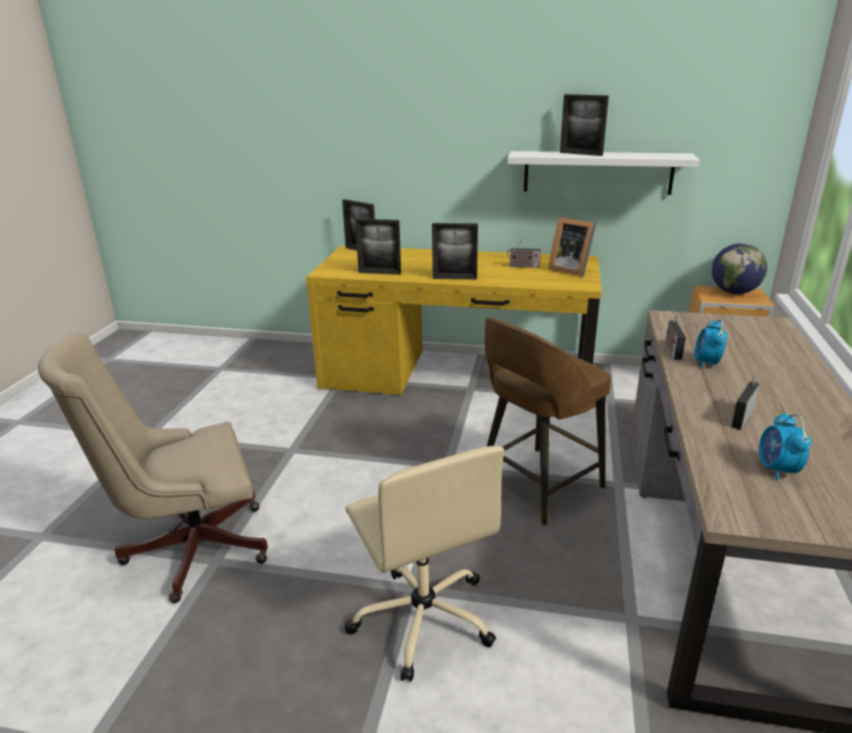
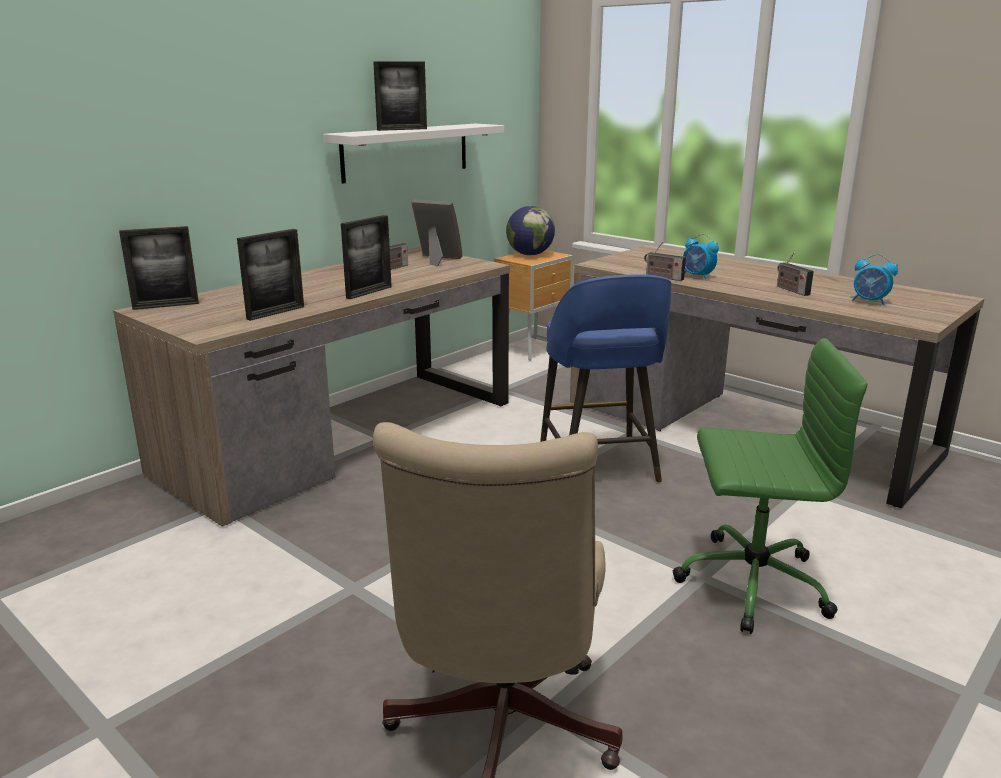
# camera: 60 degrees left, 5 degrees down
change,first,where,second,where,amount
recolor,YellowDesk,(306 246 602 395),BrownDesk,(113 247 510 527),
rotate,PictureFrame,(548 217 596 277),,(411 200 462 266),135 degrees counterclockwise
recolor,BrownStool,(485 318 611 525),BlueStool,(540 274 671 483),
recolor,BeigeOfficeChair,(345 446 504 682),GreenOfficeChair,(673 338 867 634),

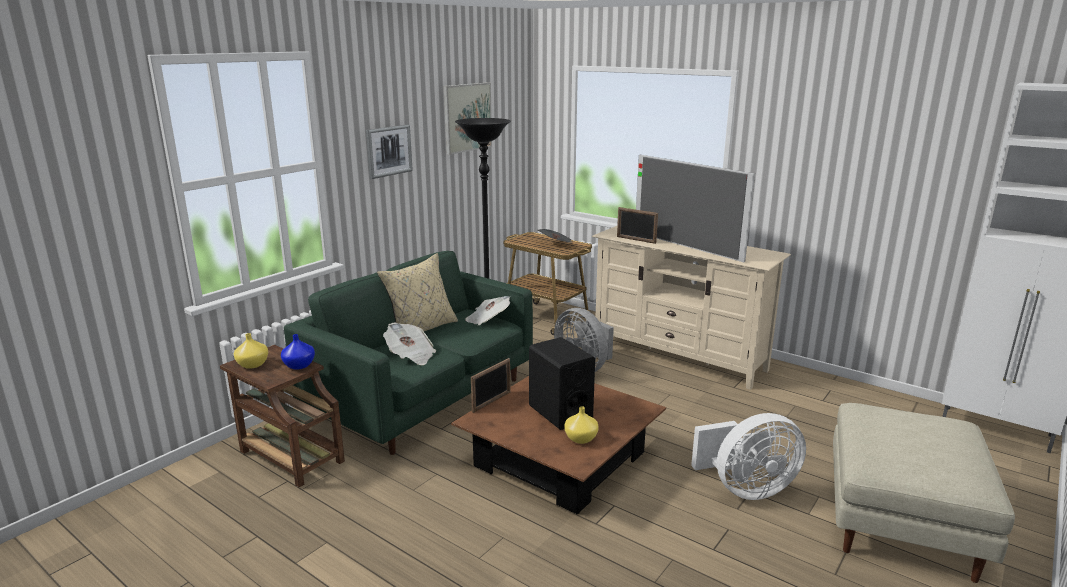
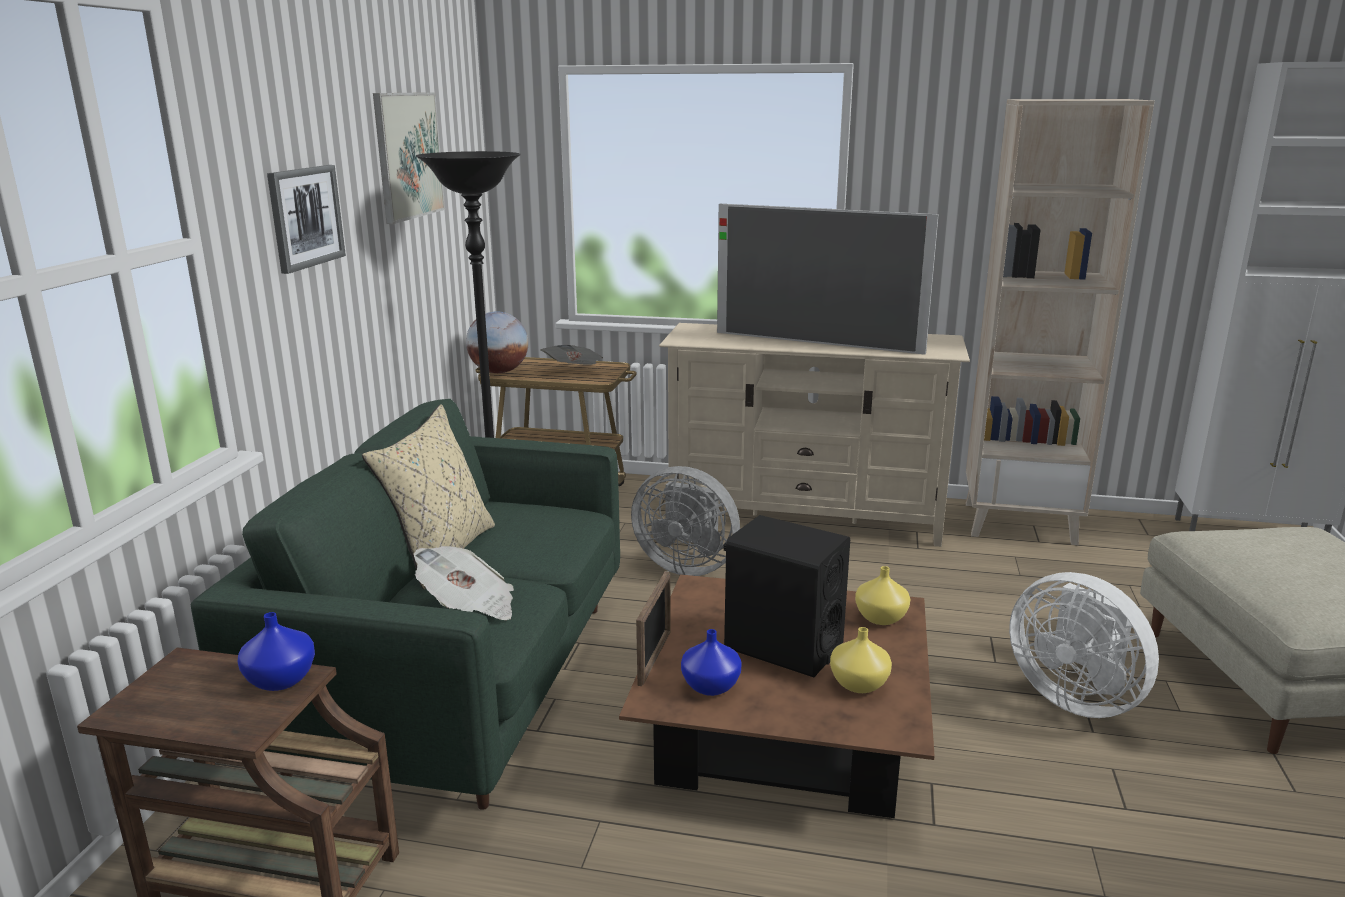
# camera: 25 degrees left, 0 degrees up
change,first,where,second,where,amount
insert,,,Globe,(466 311 528 373),
insert,,,BlueVase,(681 629 742 696),
move,YellowVase,(234 333 268 369),,(855 566 910 625),
insert,,,BeigeBookcase,(965 99 1155 545),
rotate,WhiteFan,(691 413 806 500),,(1009 572 1159 718),90 degrees clockwise
delete,Newspaper,(465 296 510 325),,,
delete,PictureFrame,(617 207 658 244),,,

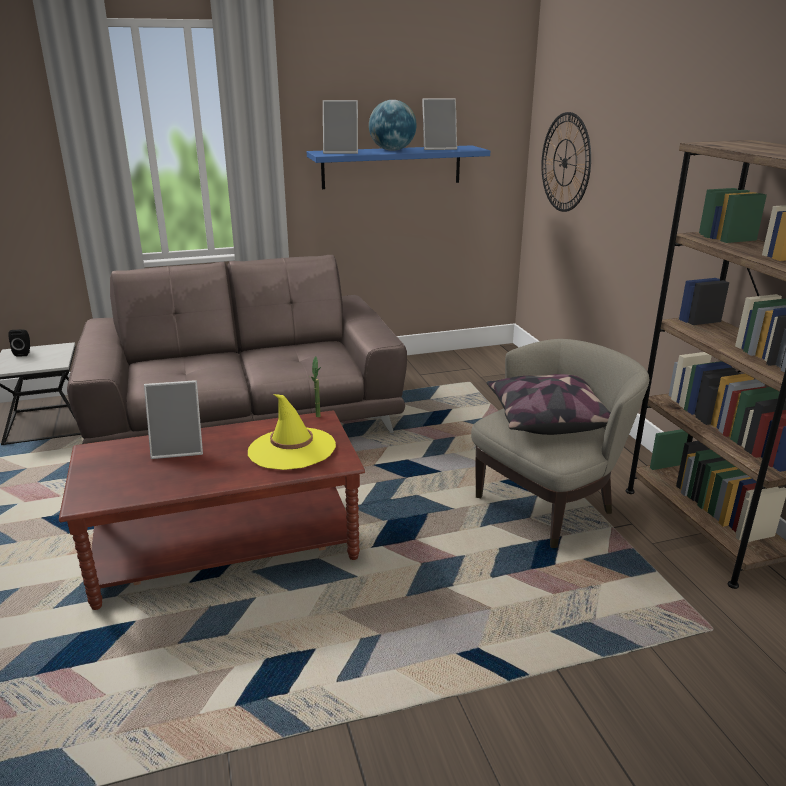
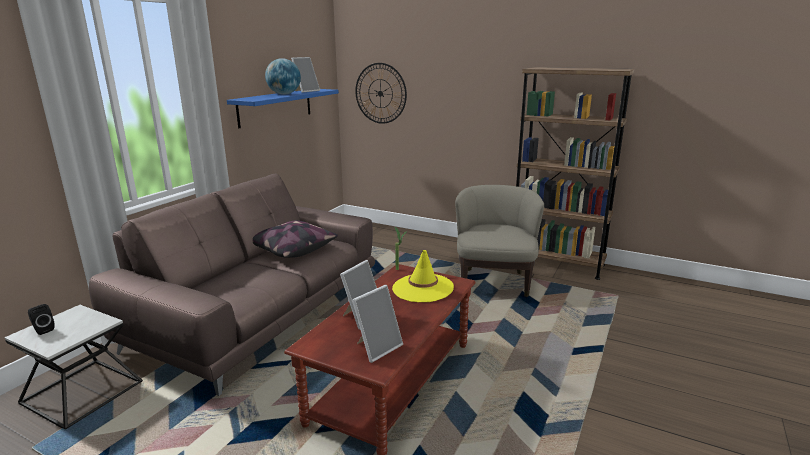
# camera: 45 degrees left, 5 degrees down
change,first,where,second,where,amount
move,Pillow,(486 374 611 435),,(252 220 338 258),
move,PictureFrame,(323 100 358 154),,(352 285 403 363),

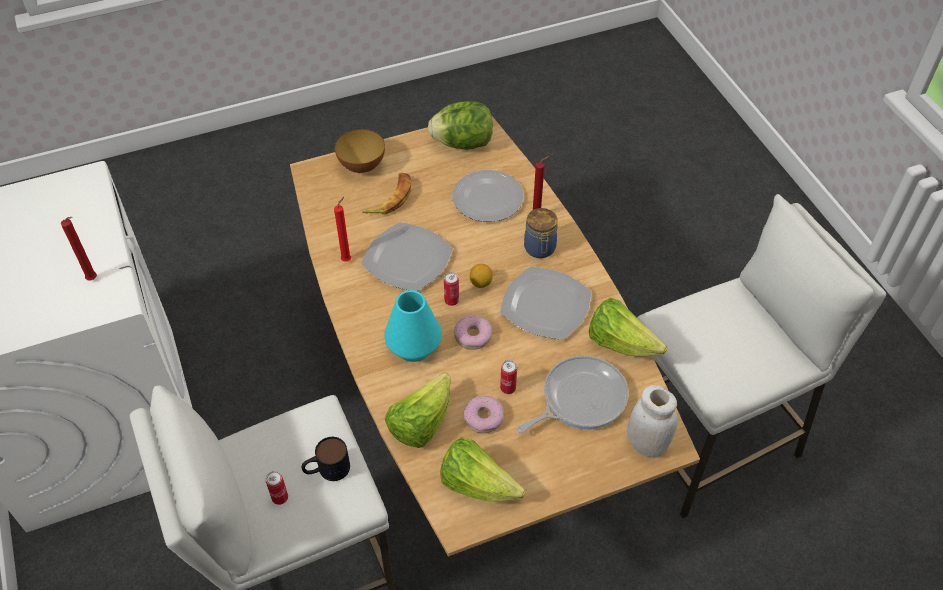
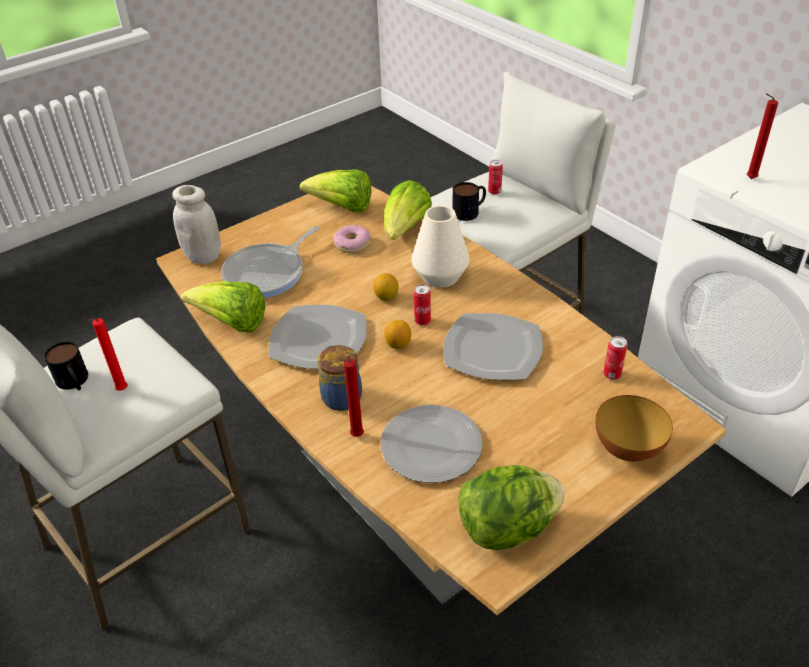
# camera: 165 degrees right, 10 degrees down
change,first,where,second,where,amount
insert,,,Mug,(44 342 88 390),
move,RedCandle,(334 197 351 262),,(88 318 128 391),
replace,Donut,(454 315 492 350),Lemon,(373 273 399 301),
recolor,TurquoiseVase,(384 290 442 362),WhiteVase,(412 205 470 288),
move,Can,(500 360 517 394),,(603 336 627 380),
delete,Banana,(362 173 411 214),,,

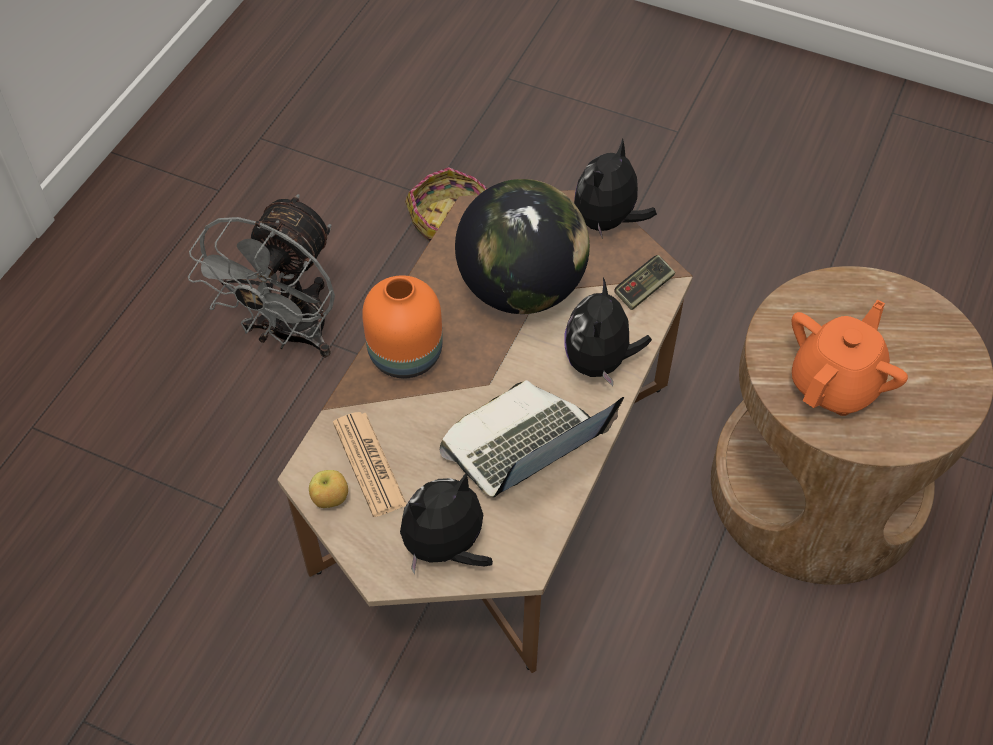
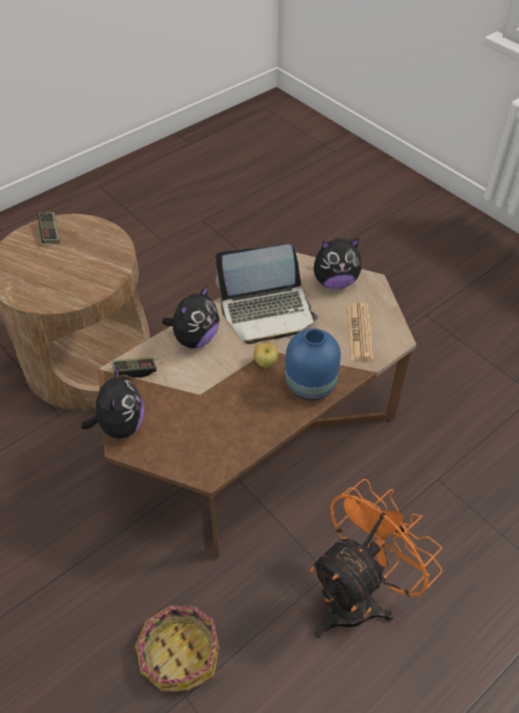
# camera: 155 degrees left, 5 degrees down
change,first,where,second,where,amount
insert,,,GameController,(37 213 60 243),
rotate,PlushToy,(574 138 657 239),,(81 366 144 439),60 degrees counterclockwise
move,Apple,(309 470 348 508),,(254 343 278 368),
recolor,OrangeVase,(362 275 443 378),BlueVase,(285 329 341 401),
recolor,GreyFan,(188 194 335 358),OrangeFan,(310 479 442 638),
delete,Globe,(455 179 590 314),,,
delete,OrangeTeapot,(792 300 908 416),,,

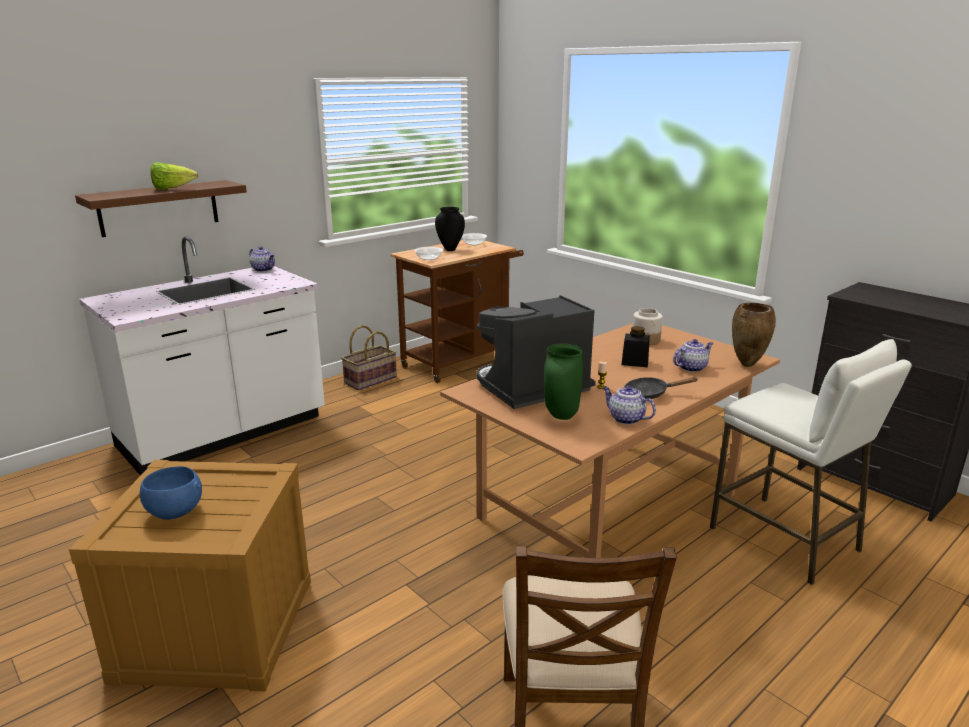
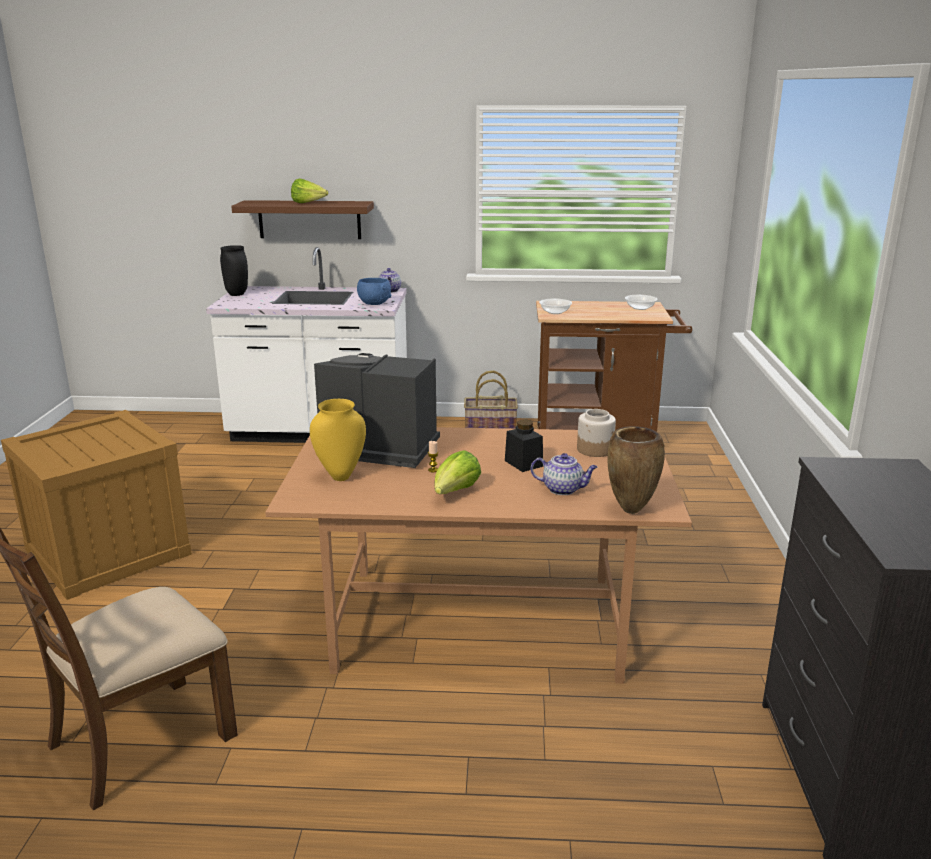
# camera: 45 degrees right, 0 degrees up
change,first,where,second,where,amount
move,BlackVase,(435 207 465 251),,(220 245 248 296),
recolor,GreenVase,(544 344 583 420),YellowVase,(310 399 366 481),
move,BlueBowl,(140 466 202 520),,(357 278 392 305),
replace,BlackFryingPan,(624 377 697 399),Lettuce,(434 450 481 494),
delete,Teapot,(602 386 656 425),,,
delete,WhiteStool,(710 339 912 585),,,

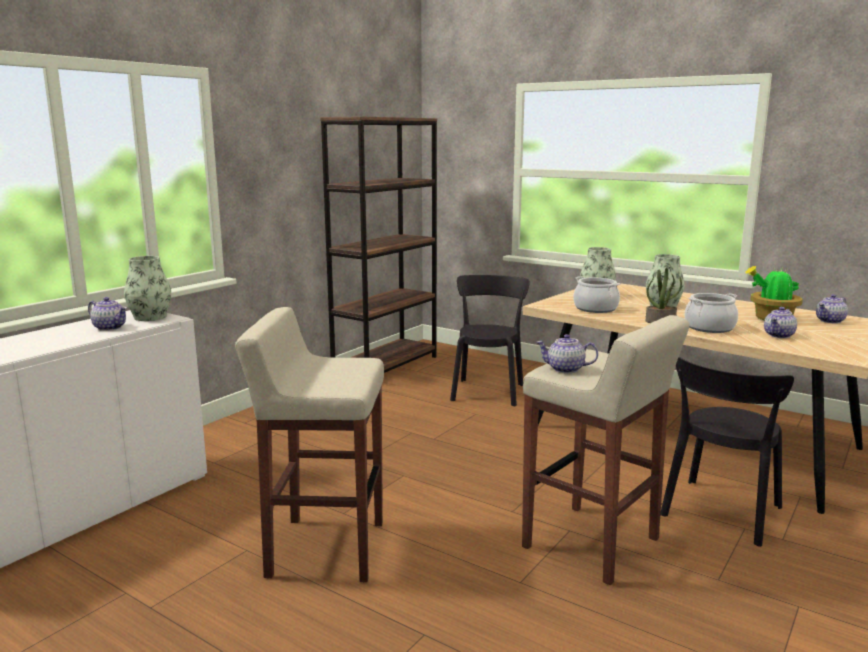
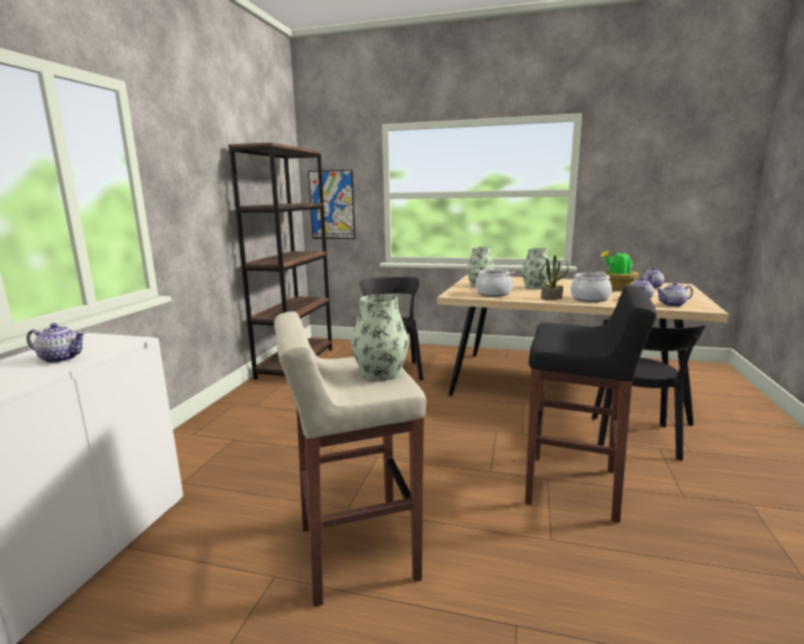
# camera: 20 degrees left, 0 degrees up
change,first,where,second,where,amount
insert,,,Picture,(308 170 355 239),
move,Vase,(124 256 171 321),,(351 294 409 381),
recolor,BeigeStool,(522 315 690 585),BlackStool,(525 285 657 523),
move,Teapot,(536 334 598 373),,(656 282 693 307),

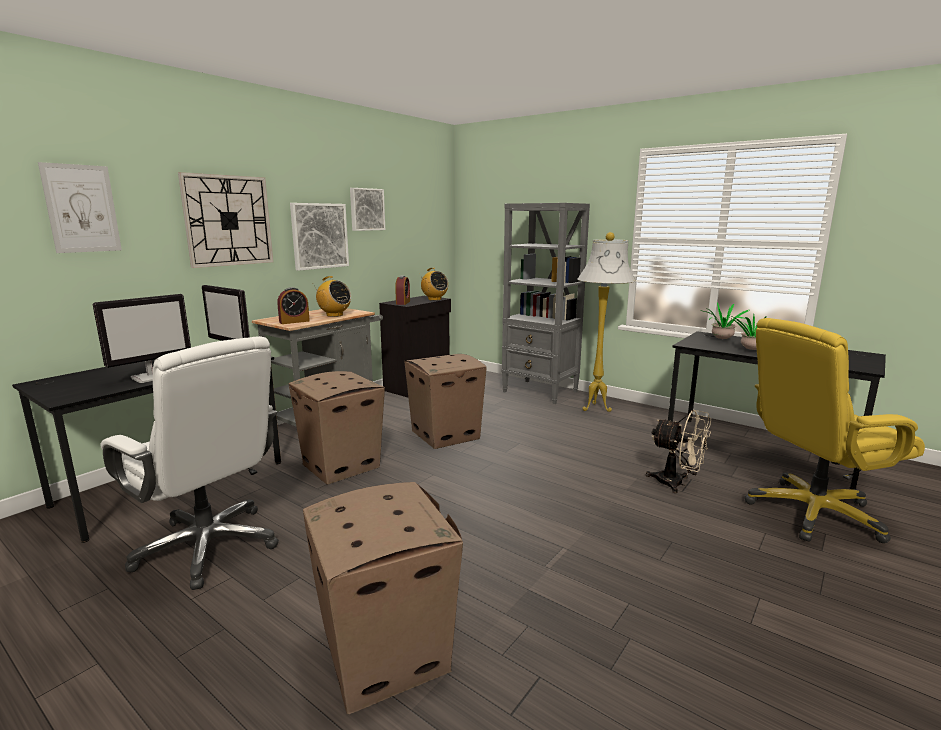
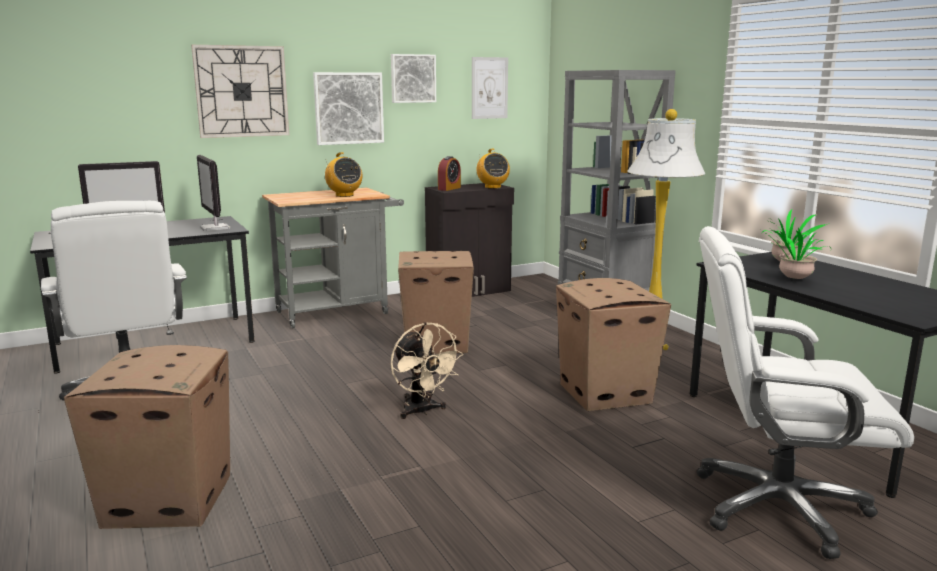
# camera: 25 degrees right, 0 degrees up
change,first,where,second,where,amount
move,BeigeFan,(646 410 711 493),,(390 322 463 419),
move,Picture,(38 162 122 253),,(472 57 508 119),
move,CardboardBox,(289 371 385 485),,(556 278 671 411),
recolor,YellowOfficeChair,(744 318 925 543),WhiteOfficeChair,(697 226 914 559),
delete,AlarmClock,(277 287 310 324),,,

